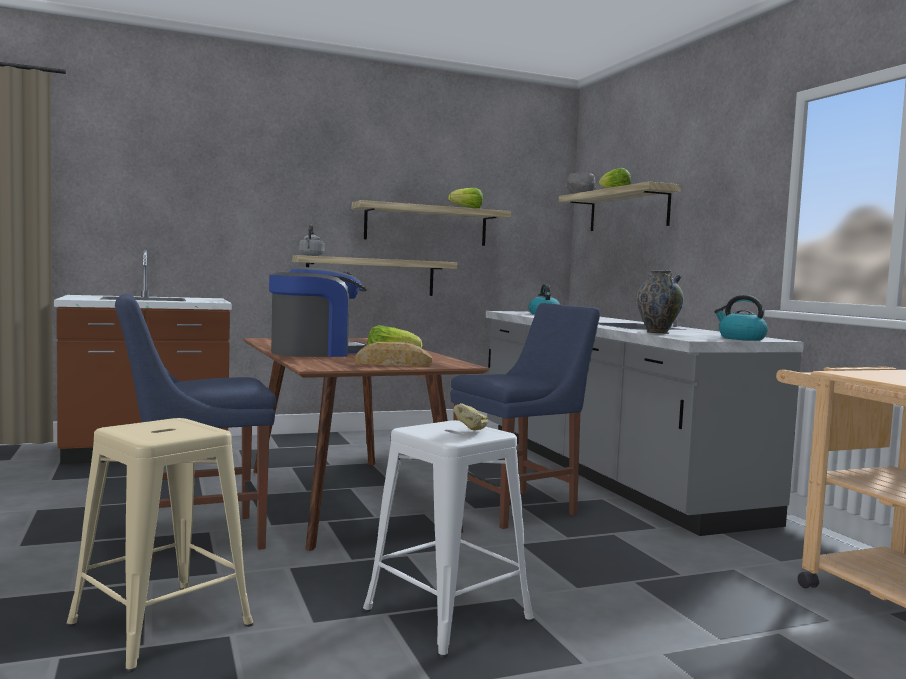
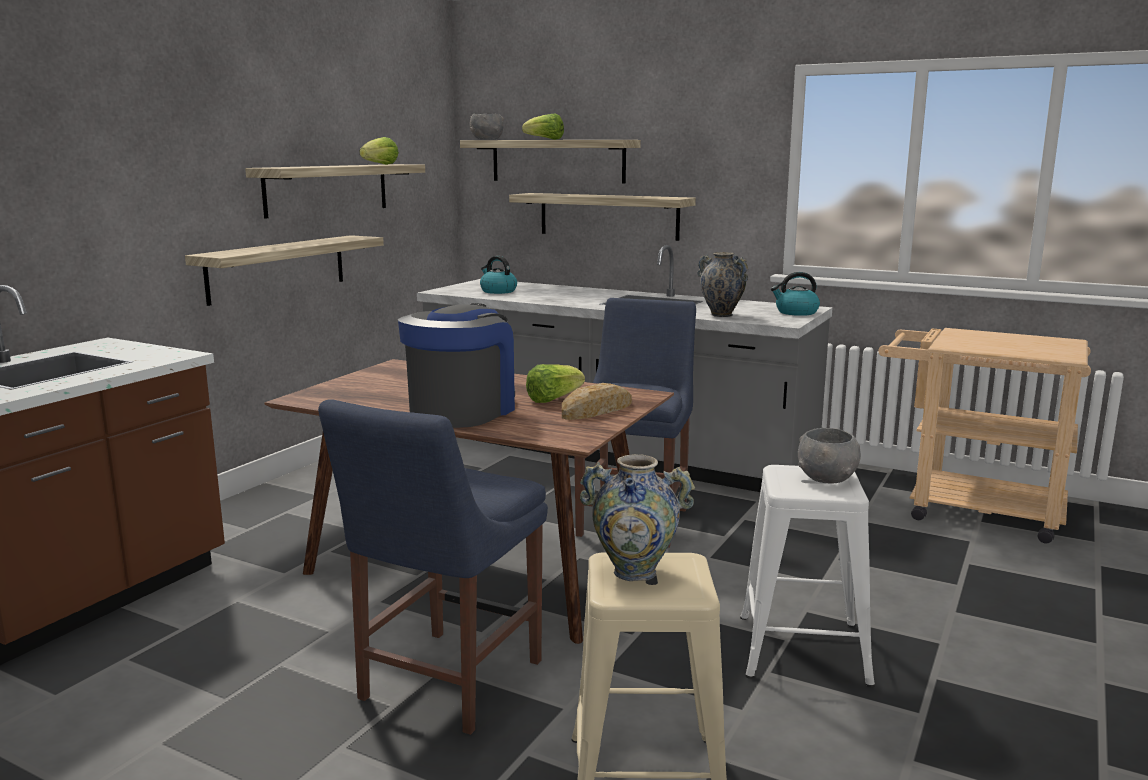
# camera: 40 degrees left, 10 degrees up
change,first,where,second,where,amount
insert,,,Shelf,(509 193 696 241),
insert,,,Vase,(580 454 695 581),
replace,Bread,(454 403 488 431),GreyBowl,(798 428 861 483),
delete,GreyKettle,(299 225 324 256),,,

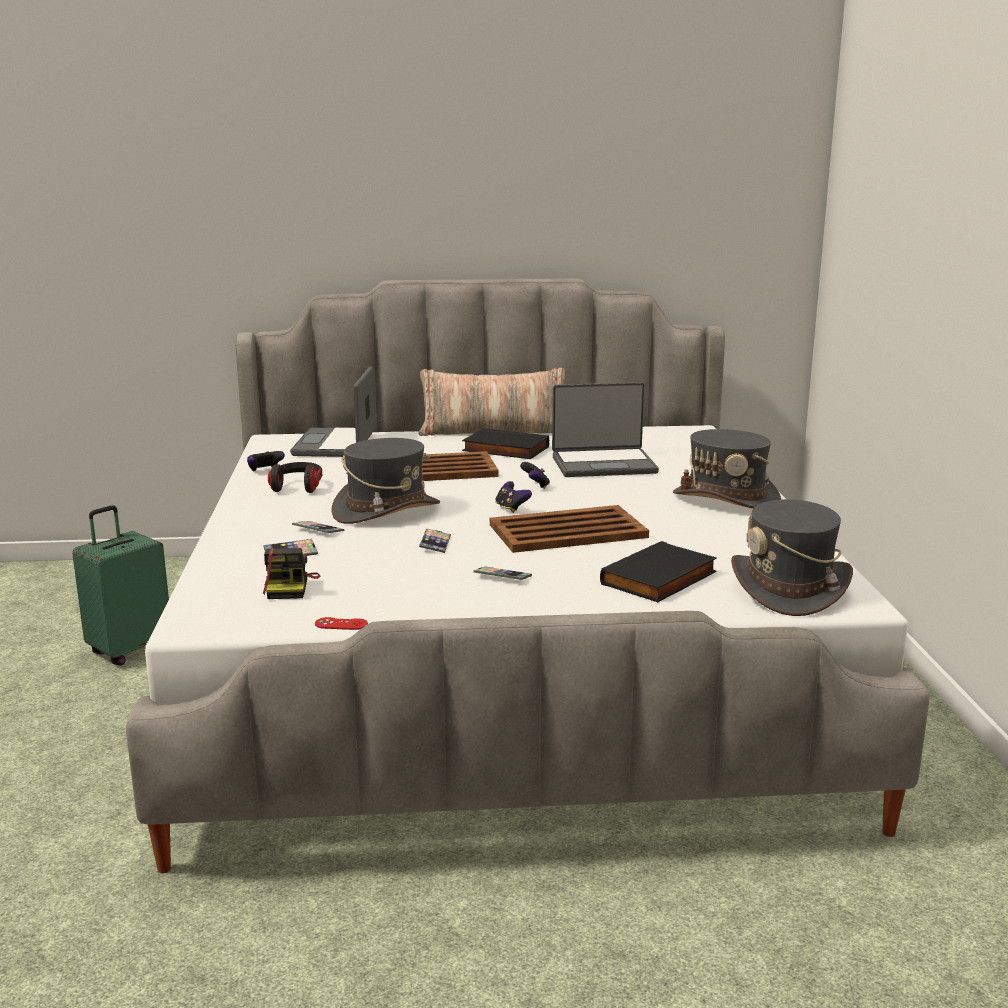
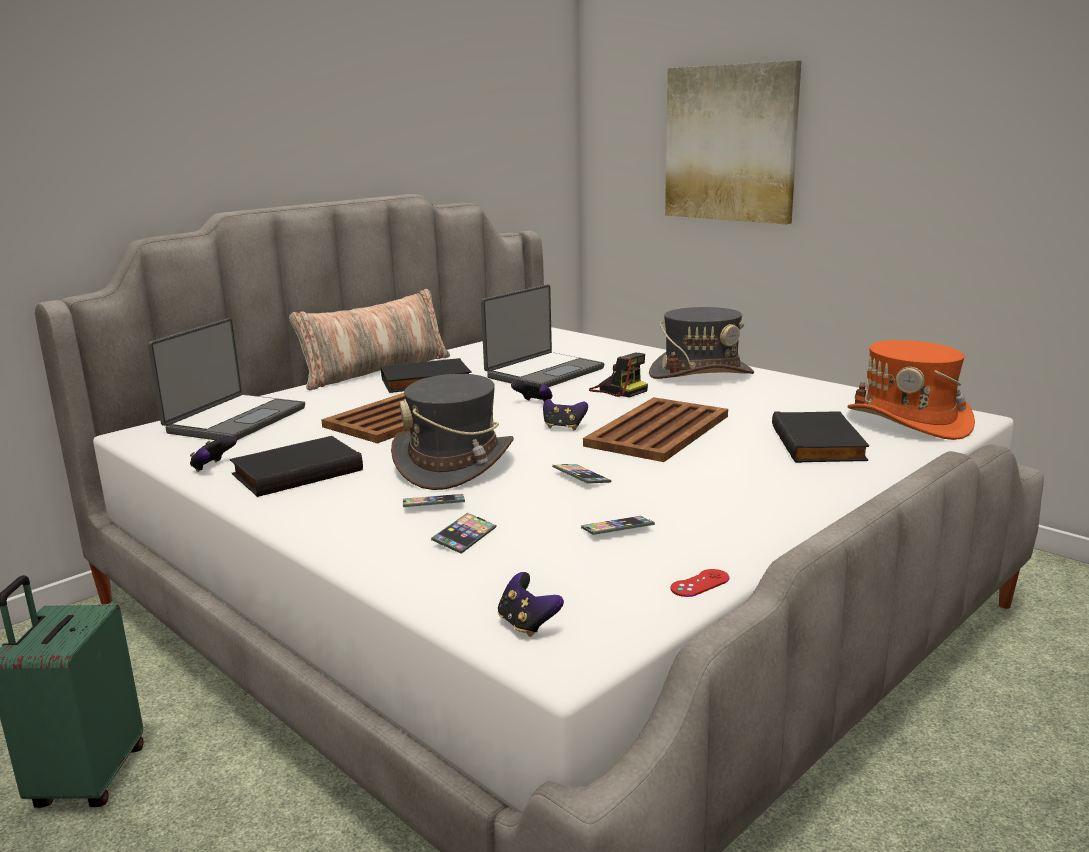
# camera: 40 degrees left, 0 degrees up
change,first,where,second,where,amount
rotate,Laptop,(290 366 376 457),,(148 318 305 440),120 degrees counterclockwise
replace,Headphones,(268 462 322 493),BlackBook,(230 436 363 497),
insert,,,GameController,(498 572 564 637),
move,Phone,(473 566 532 580),,(581 516 655 535),
move,PhotoCamera,(263 548 320 599),,(589 353 648 398),
insert,,,Picture,(665 60 801 224),
recolor,GreyHat,(731 499 853 616),OrangeHat,(847 340 975 440),

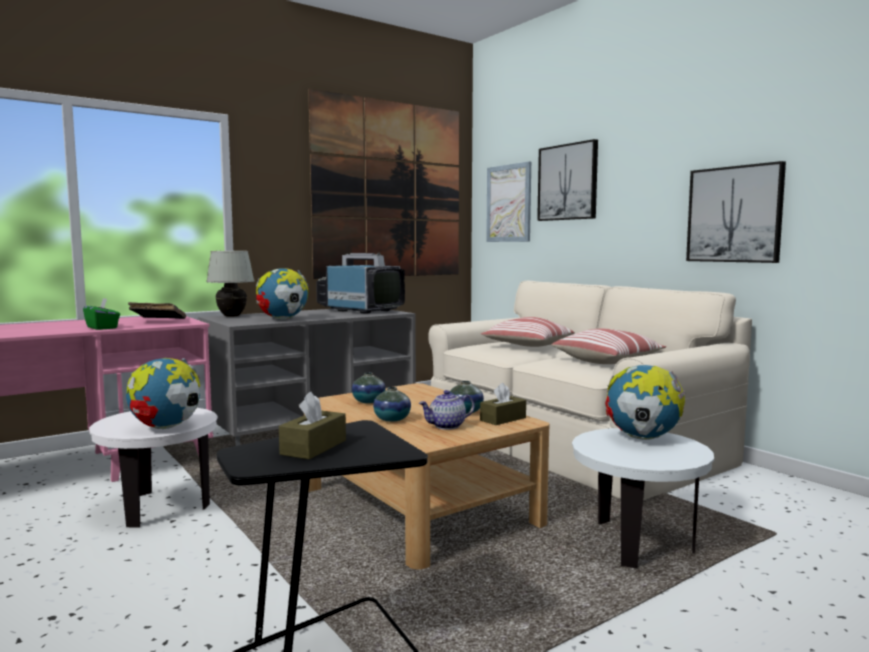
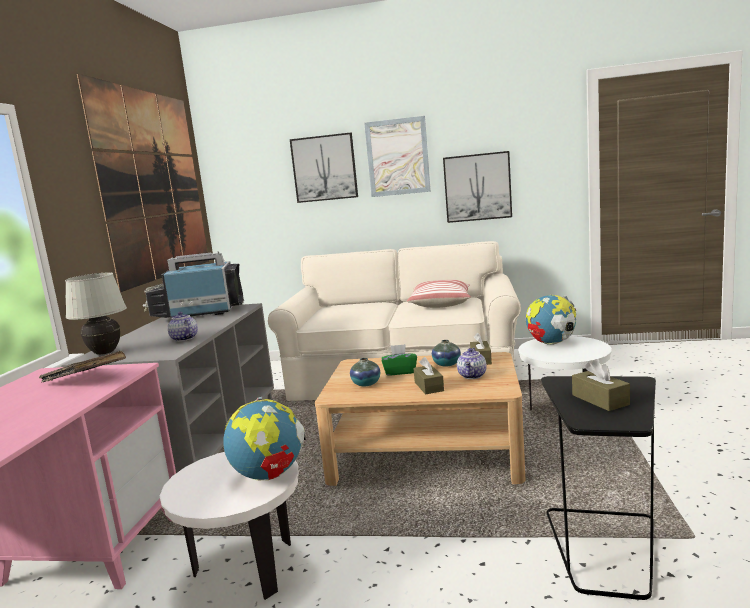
# camera: 45 degrees left, 5 degrees up
change,first,where,second,where,amount
replace,Globe,(256 268 309 320),Teapot,(168 312 198 342),
move,Picture,(486 161 531 242),,(364 116 431 197),
move,GreenTissueBox,(83 298 120 330),,(381 344 417 376),
replace,Vase,(373 387 411 422),BrownTissueBox,(413 357 444 394),
delete,Pillow,(481 317 575 347),,,

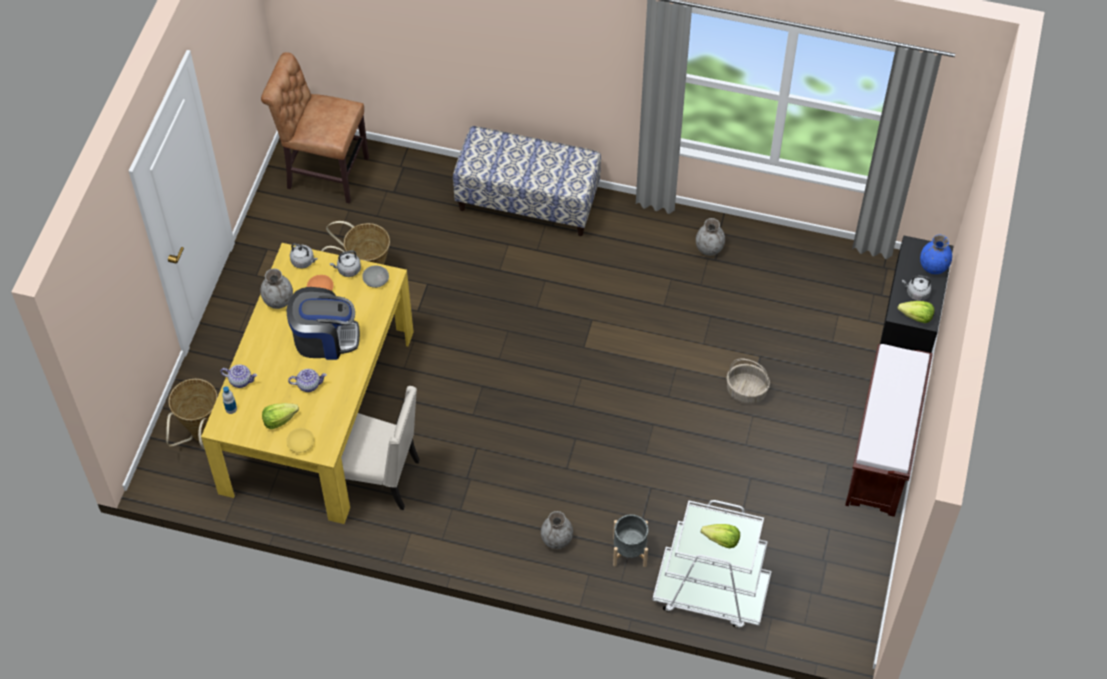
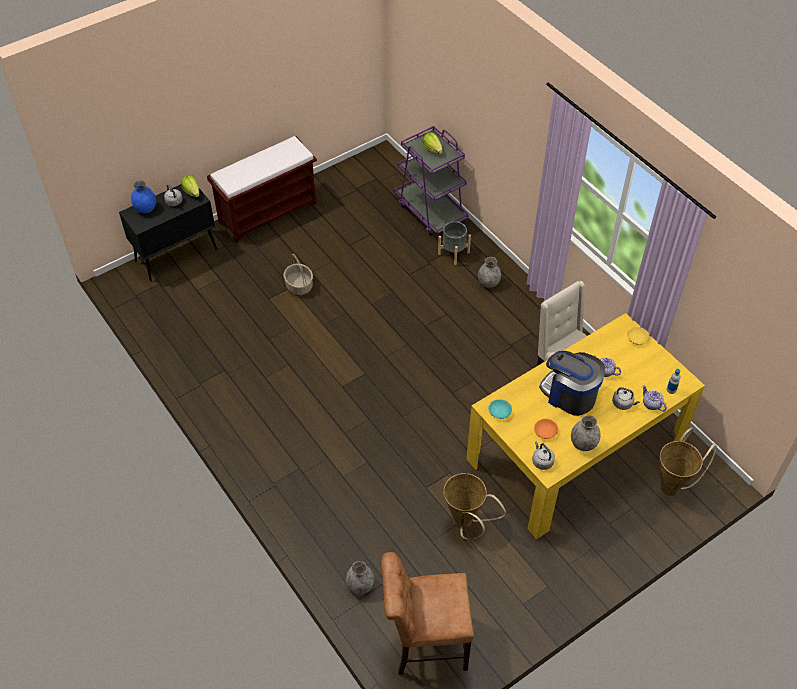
# camera: 140 degrees left, 5 degrees down
change,first,where,second,where,amount
move,GreyVase,(696 218 725 256),,(346 561 374 595),
rotate,BrownChair,(261 52 369 204),,(381 552 474 675),120 degrees clockwise
recolor,WhiteCart,(653 500 772 628),PurpleCart,(394 126 469 235),
recolor,GreyBowl,(362 266 389 288),TurquoiseBowl,(488 399 512 419),
move,GreyKettle,(330 250 361 277),,(612 387 640 410),
delete,Lettuce,(262 403 299 429),,,
delete,Bench,(453 126 601 236),,,

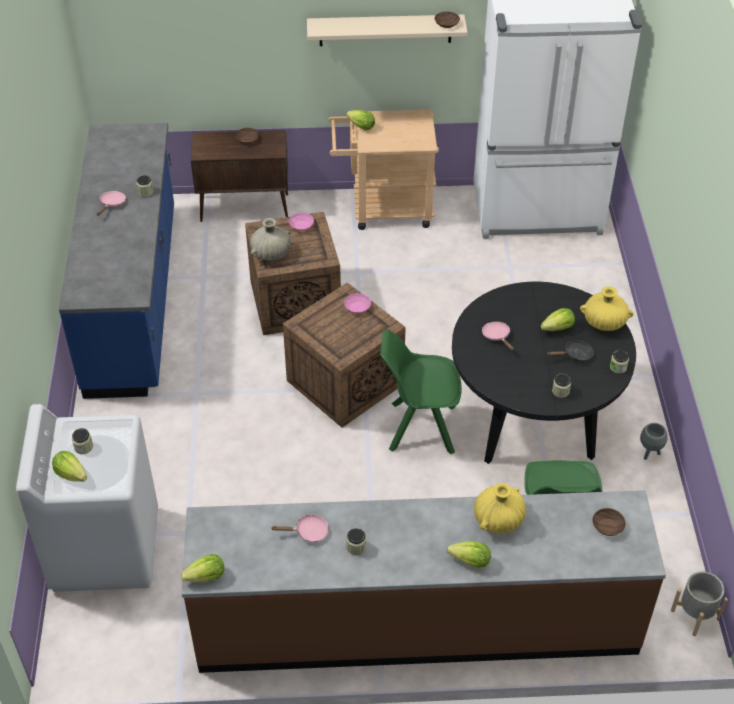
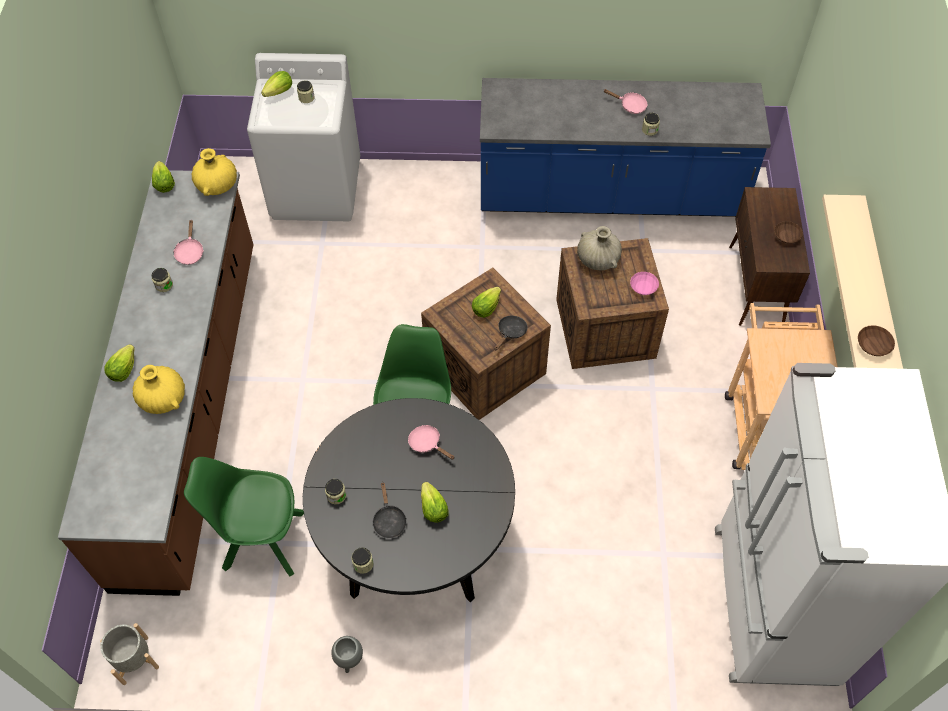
# camera: 95 degrees right, 10 degrees up
change,first,where,second,where,amount
move,YellowVase,(580 286 633 331),,(192 148 237 196),
rotate,PinkFryingPan,(482 322 514 351),,(408 425 455 460),120 degrees counterclockwise
move,Lettuce,(346 110 375 130),,(472 287 501 318),
replace,PinkBowl,(344 293 371 313),BlackFryingPan,(494 315 528 350),
delete,BrownBowl,(592 508 626 536),,,

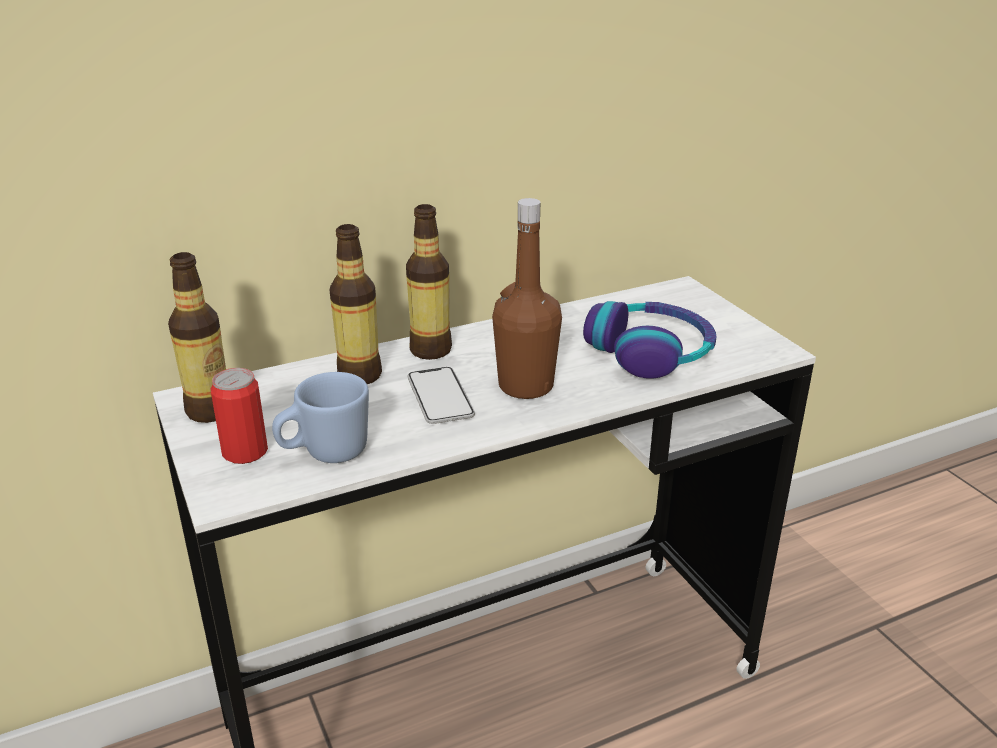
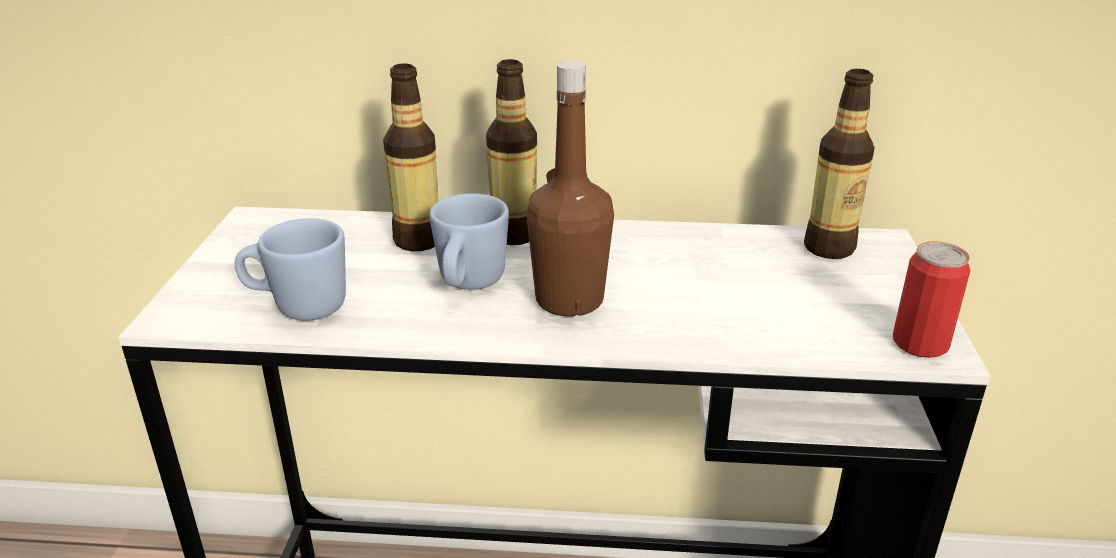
# camera: 30 degrees right, 0 degrees up
change,first,where,second,where,amount
replace,Phone,(407 367 475 424),BlueMug,(429 193 509 290),
move,Bottle,(168 252 226 423),,(804 69 875 259),
move,Can,(211 368 268 464),,(893 242 970 358),
delete,Headphones,(583 301 716 379),,,

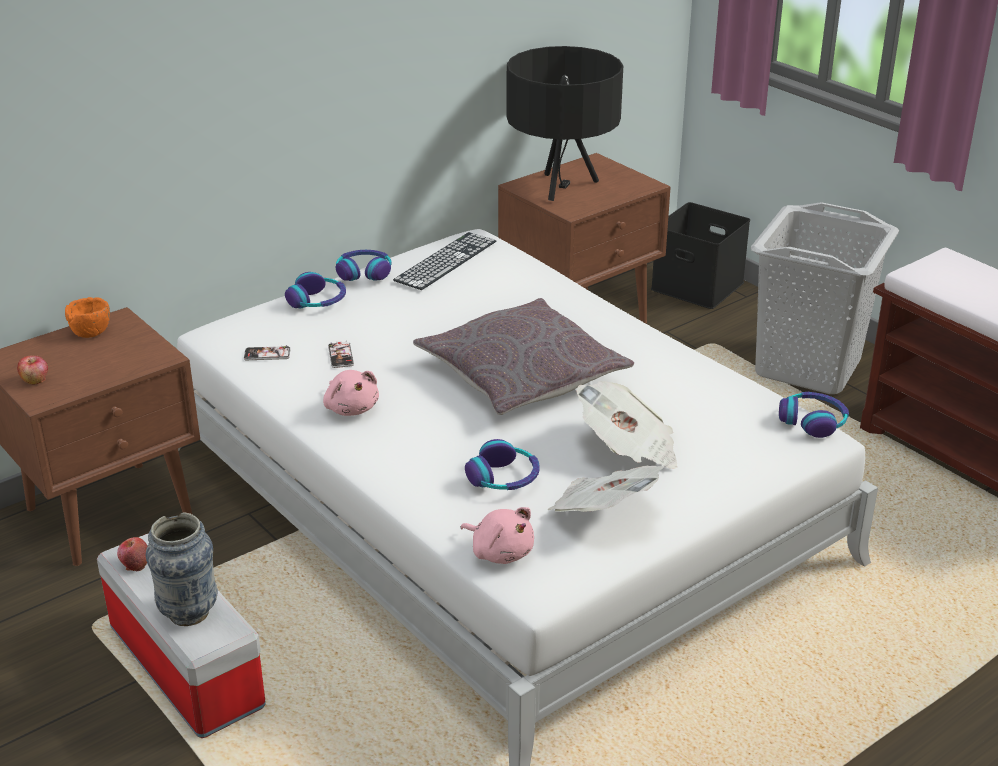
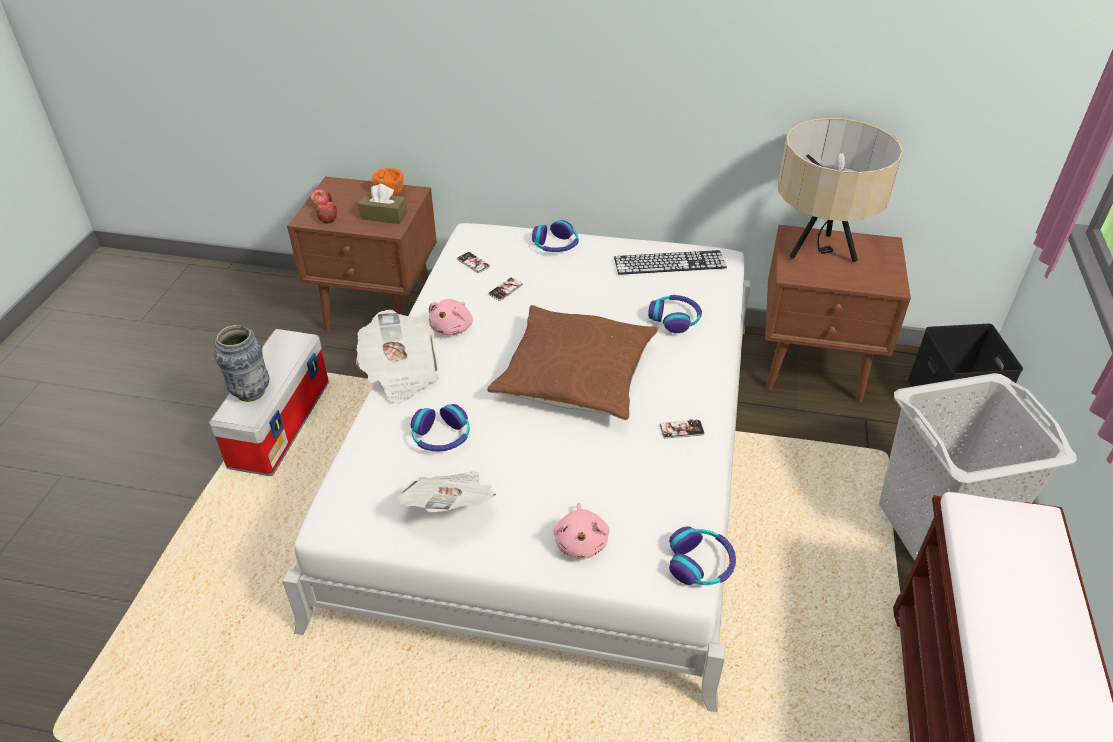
# camera: 50 degrees right, 10 degrees up
change,first,where,second,where,amount
move,Apple,(117 537 147 571),,(316 202 337 224),
move,Newspaper,(577 381 677 469),,(356 310 439 404),
insert,,,BrownTissueBox,(358 184 407 224),
recolor,GreyPillow,(413 298 634 415),BrownPillow,(487 305 658 420),
move,PinkPlushToy,(461 507 534 564),,(553 503 609 559),
move,Headphones,(336 250 392 281),,(648 295 702 333),
insert,,,Phone,(660 419 705 439),
recolor,BlackTableLamp,(506 46 623 201),BeigeTableLamp,(778 118 903 262),

